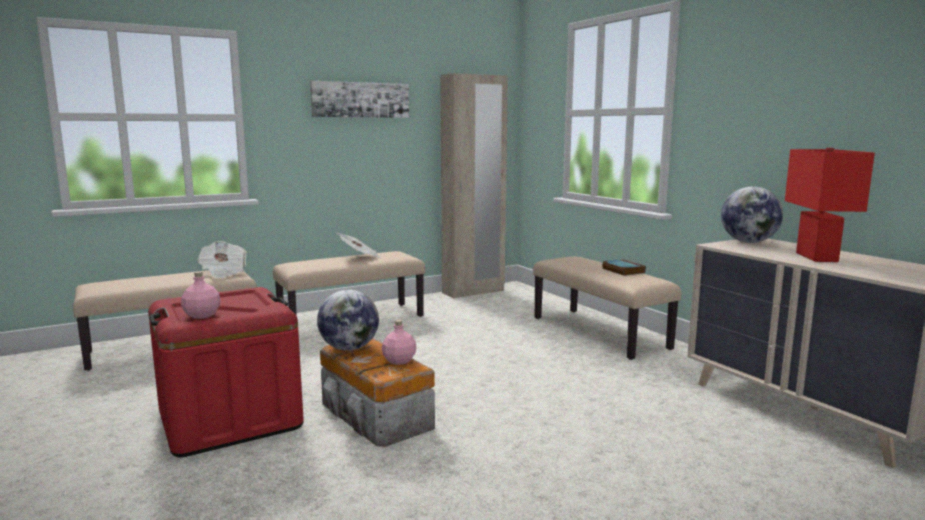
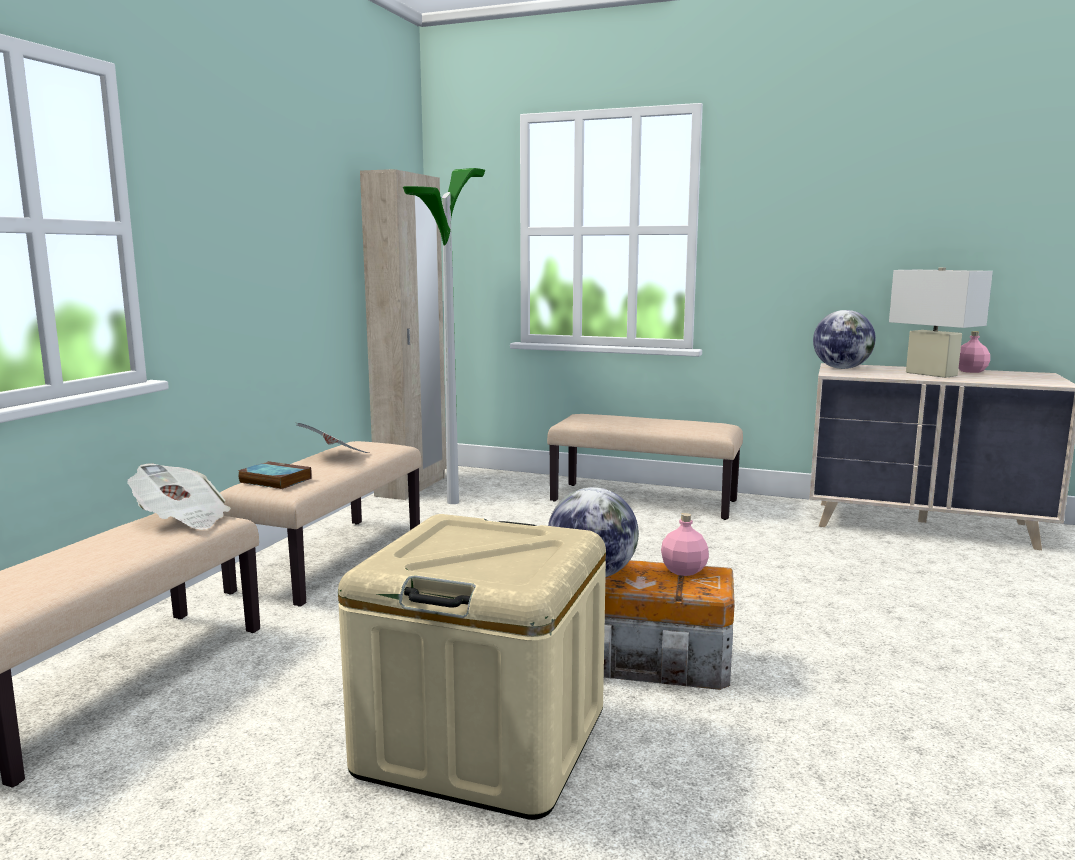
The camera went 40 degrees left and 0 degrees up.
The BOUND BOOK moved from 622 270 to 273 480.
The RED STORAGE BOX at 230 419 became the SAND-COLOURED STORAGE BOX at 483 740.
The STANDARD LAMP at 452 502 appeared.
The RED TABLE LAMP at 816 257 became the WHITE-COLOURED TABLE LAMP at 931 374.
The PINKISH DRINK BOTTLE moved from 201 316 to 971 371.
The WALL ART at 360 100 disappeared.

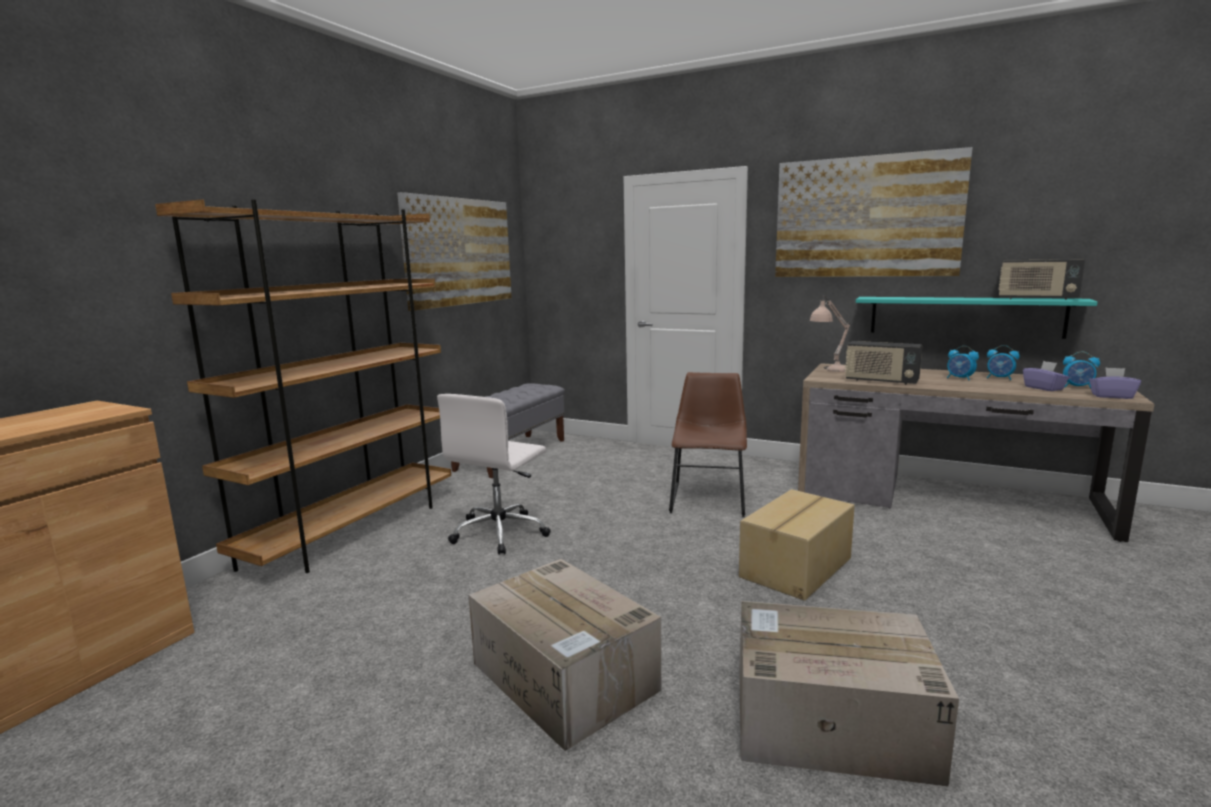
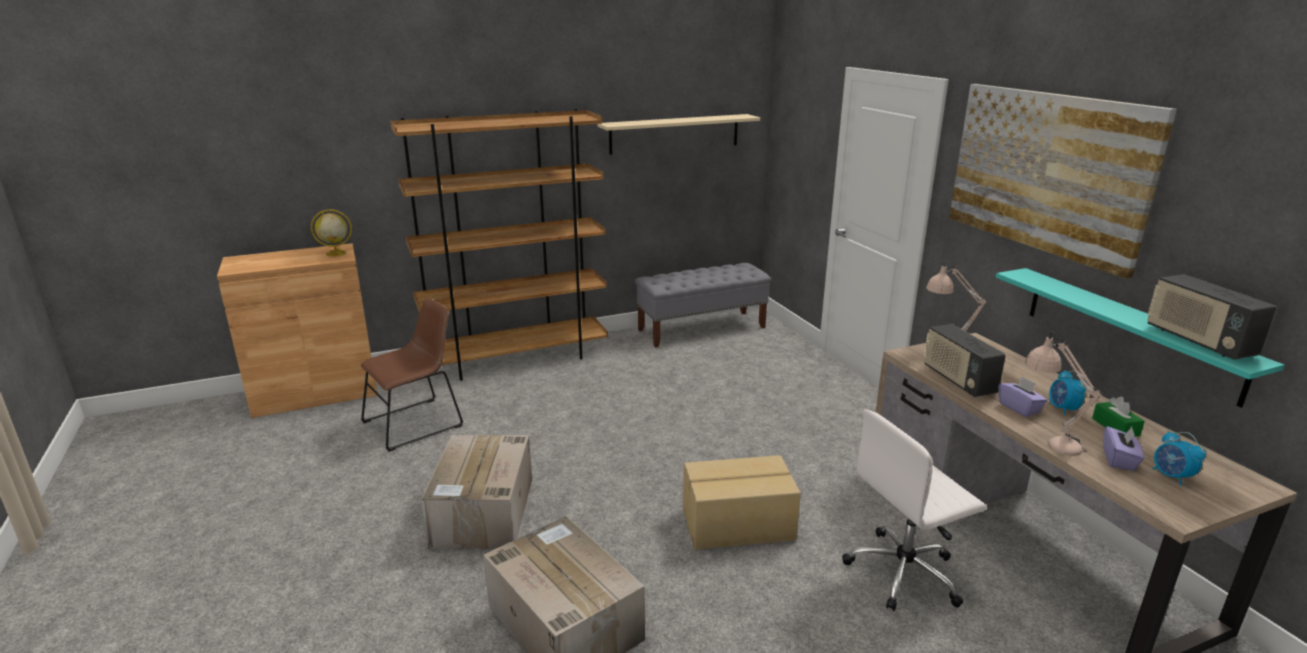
The camera went 40 degrees right and 10 degrees up.
The WORLD GLOBE at 335 253 appeared.
The BROWNISH PLAIN CHAIR moved from 708 498 to 417 423.
The WALL ART at 459 252 was replaced by the SAND-COLOURED BRACKET SHELF at 675 134.
The WHITE-COLOURED DESK CHAIR moved from 500 532 to 904 572.
The PURPLISH BOX OF TISSUES moved from 1111 396 to 1019 408.
The SAND-COLOURED TABLE LAMP at 1047 440 appeared.
The TABLE CLOCK at 1000 378 was replaced by the GREEN-COLOURED BOX OF TISSUES at 1115 427.

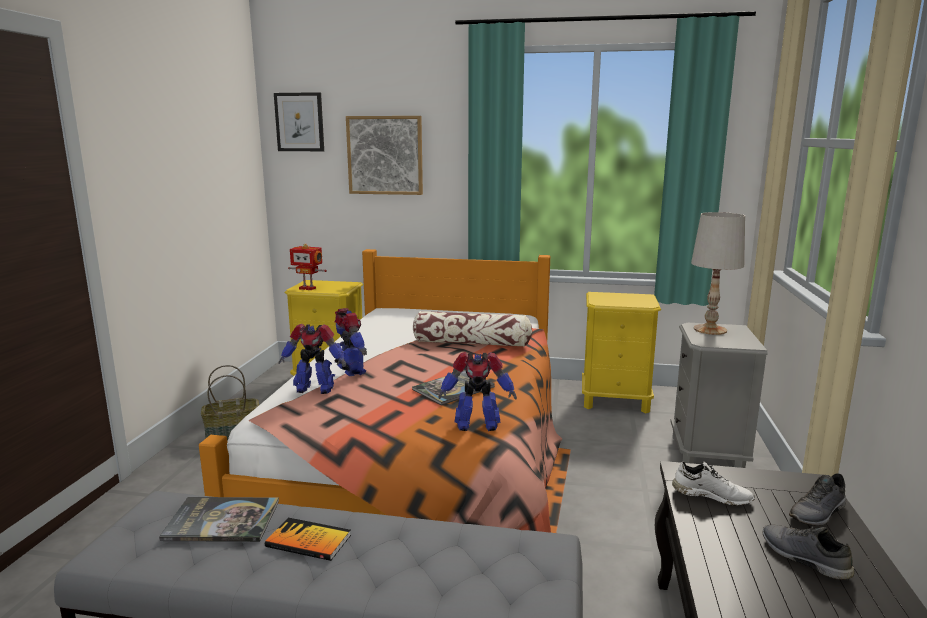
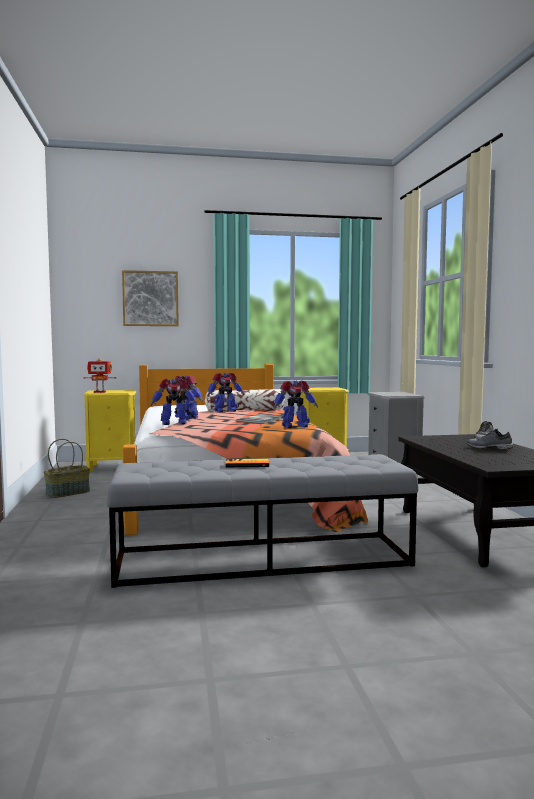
The camera went 20 degrees left and 10 degrees down.
The TOY ROBOT at 224 411 appeared.
The BOUND BOOK at 222 521 disappeared.
The WALL ART at 299 122 disappeared.
The WHITE-COLOURED LOW SHOE at 712 495 disappeared.
The WHITE-COLOURED TABLE LAMP at 710 329 disappeared.

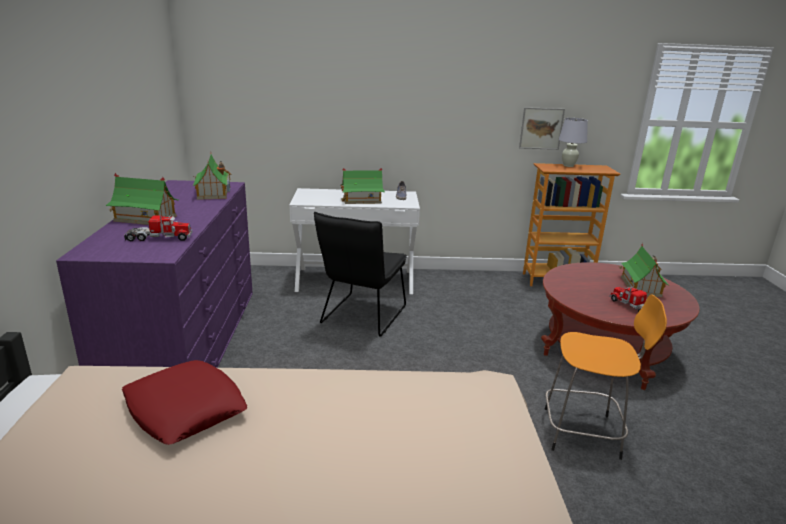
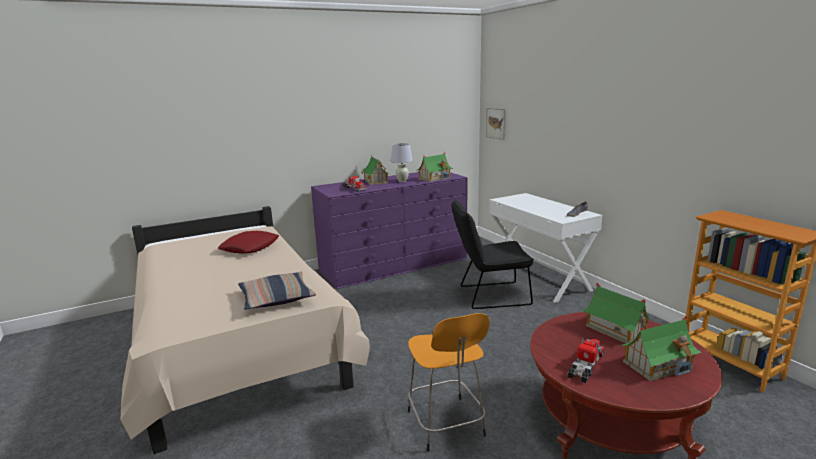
The camera went 65 degrees right and 5 degrees down.
The CUSHION at 276 298 appeared.
The WHITE-COLOURED TABLE LAMP moved from 568 165 to 402 181.
The WALL ART moved from 541 128 to 496 123.
The MINIATURE HOUSE moved from 361 200 to 615 329.

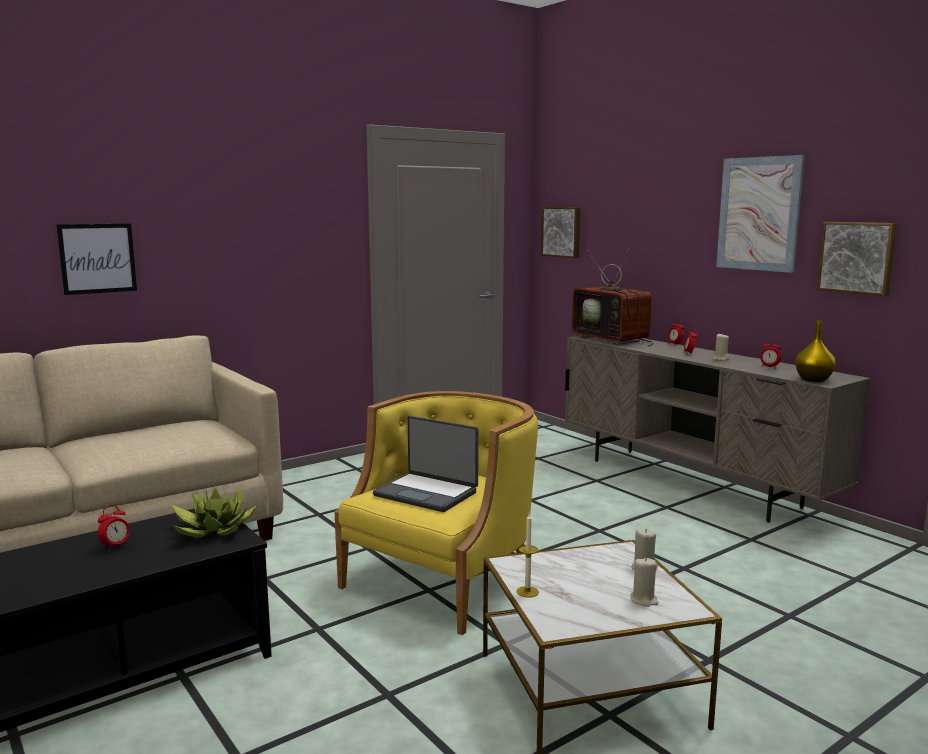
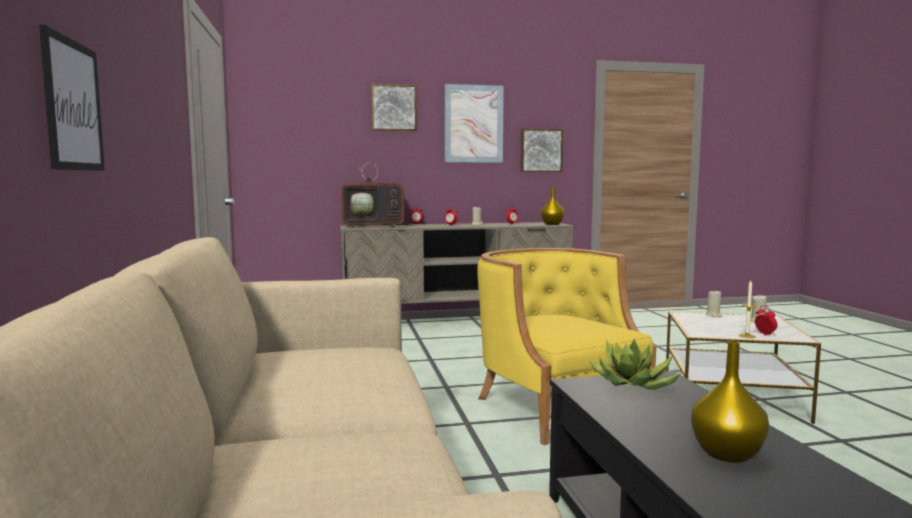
The camera went 65 degrees left and 5 degrees down.
The WALL ART moved from 562 232 to 393 108.
The YELLOWISH FLOWER VASE at 728 454 appeared.
The TABLE CLOCK moved from 116 546 to 765 335.
The NOTEBOOK COMPUTER at 427 493 disappeared.

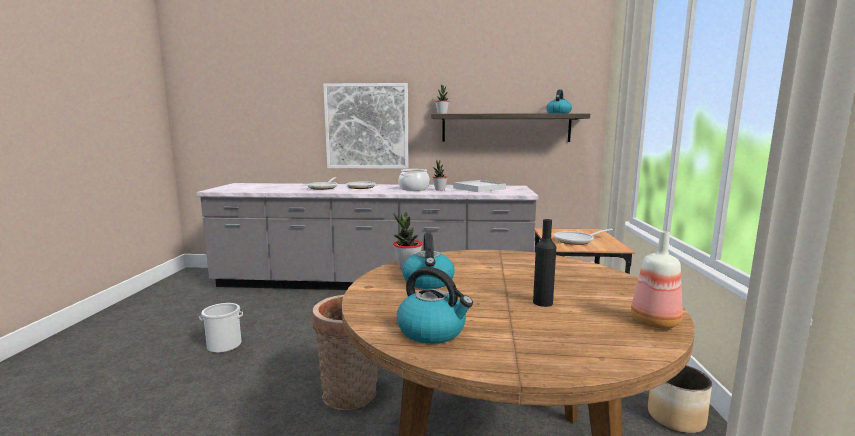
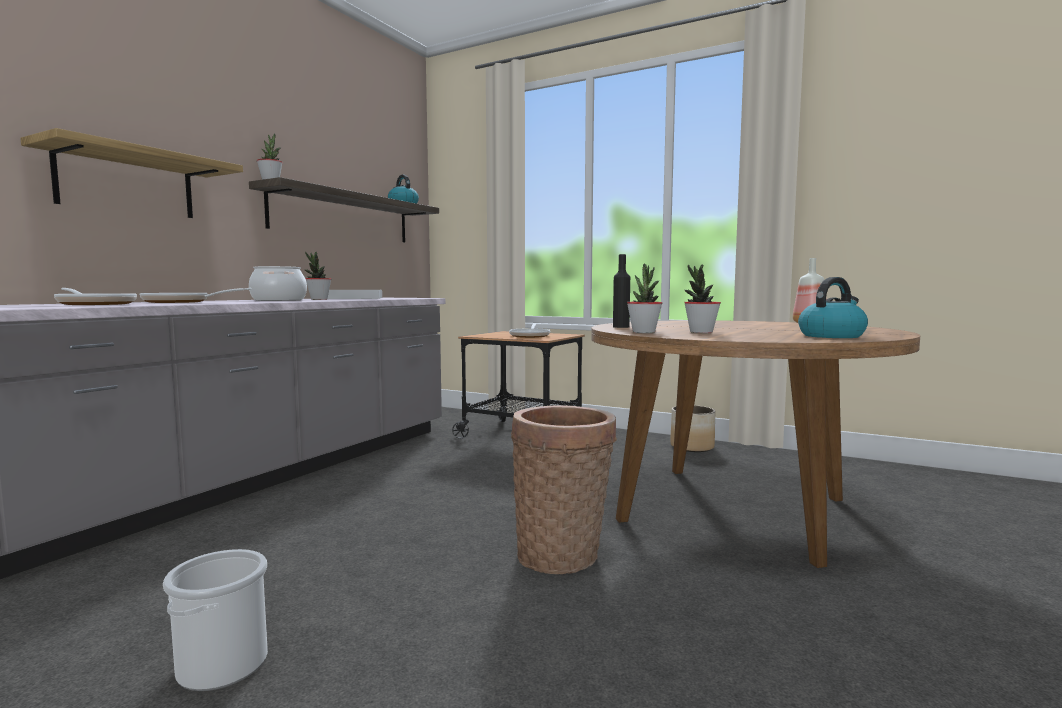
The camera went 65 degrees left and 5 degrees down.
The WALL ART at 367 126 was replaced by the BRACKET SHELF at 127 184.
The BLACK-COLOURED DRINK BOTTLE moved from 542 302 to 621 327.
The WATER KETTLE at 428 282 was replaced by the PLANT IN A POT at 701 332.

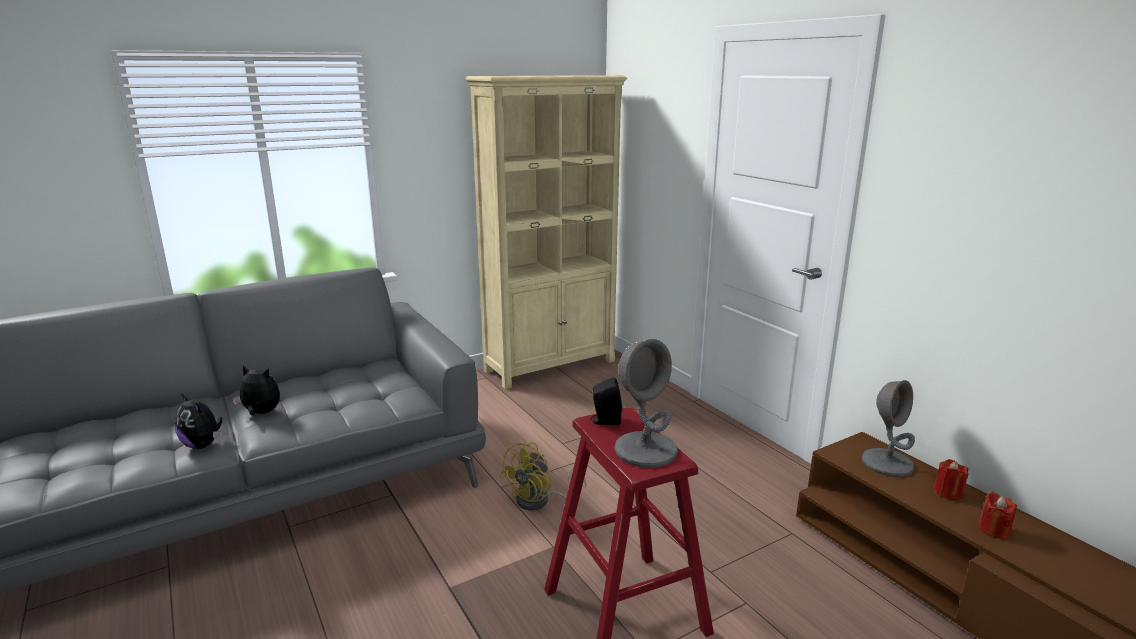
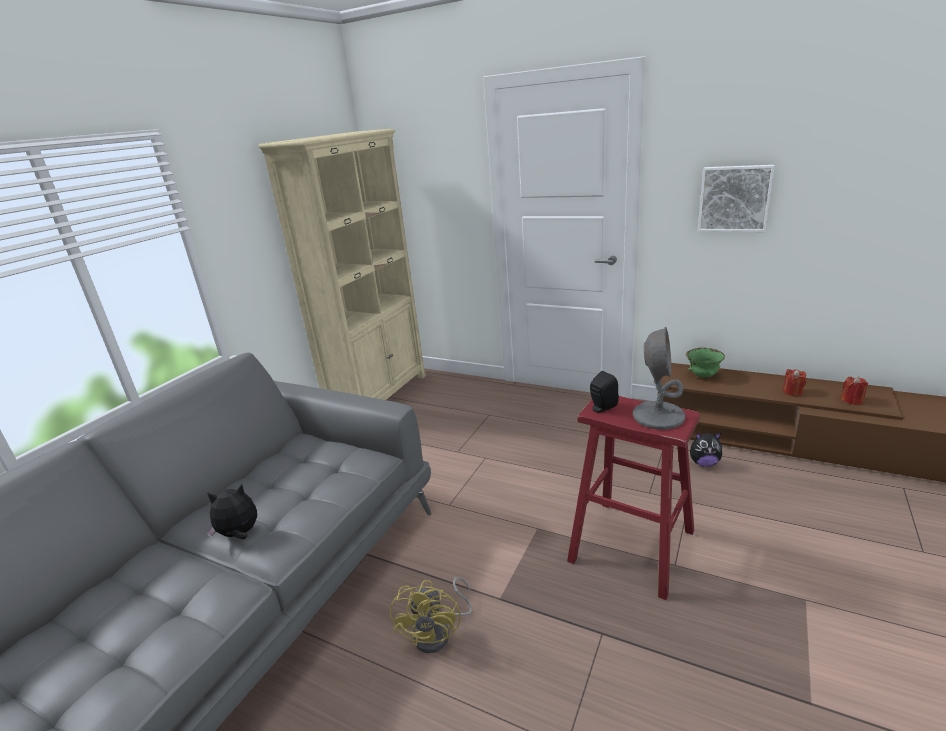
The camera went 30 degrees left and 5 degrees up.
The YELLOWISH ELECTRIC FAN moved from 540 501 to 439 632.
The GREY TABLE LAMP at 887 463 was replaced by the GREEN-COLOURED SERVING BOWL at 703 376.
The PLUSH TOY moved from 203 445 to 704 463.
The WALL ART at 734 198 appeared.
The RED WAX LIGHT moved from 947 493 to 851 400.

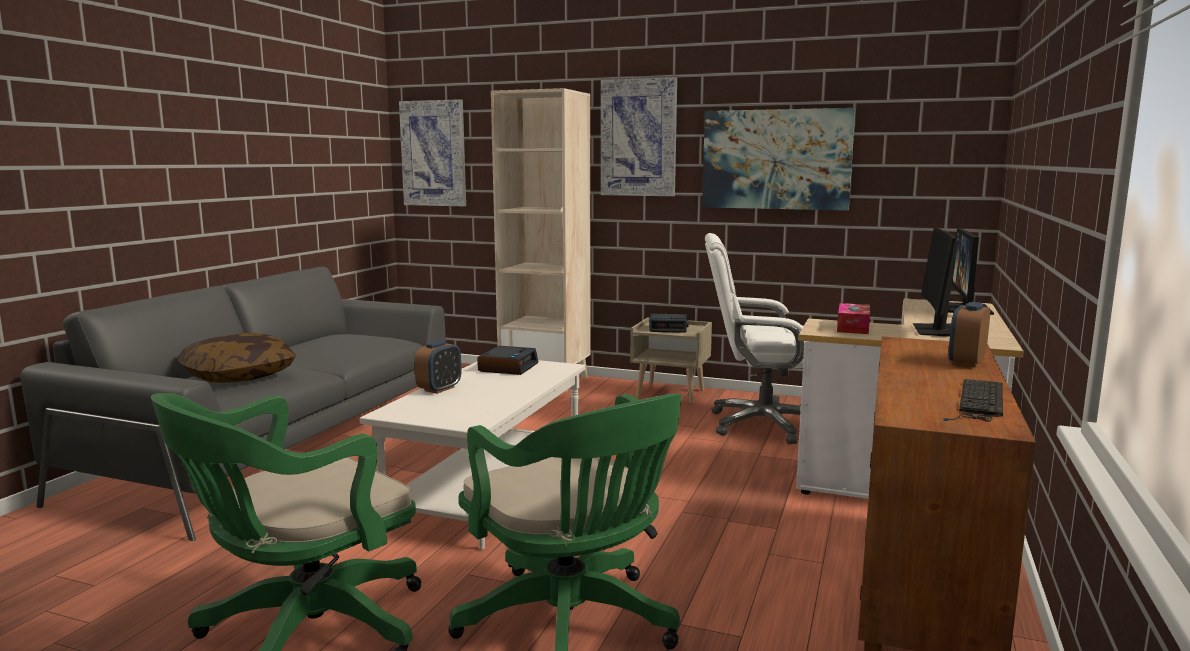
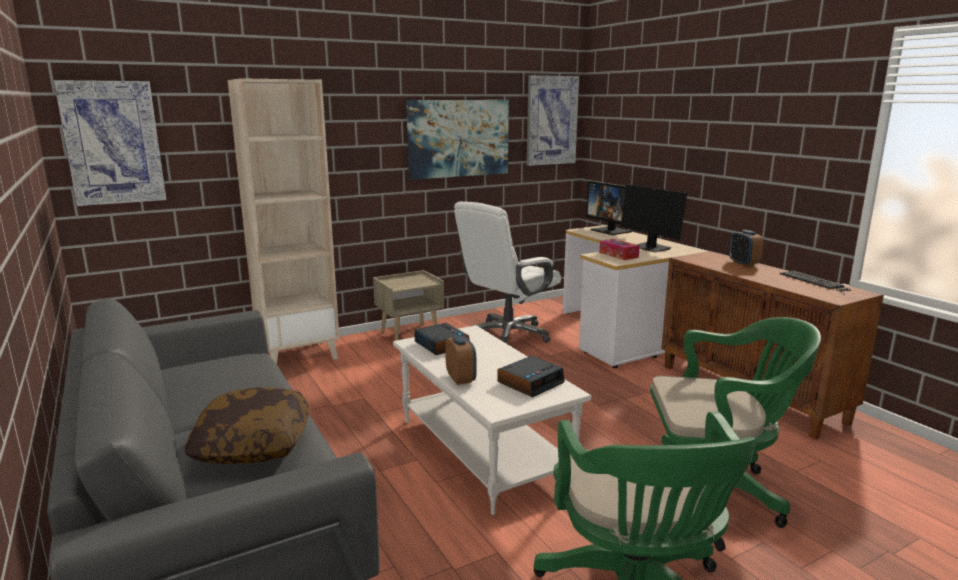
The camera went 50 degrees left and 5 degrees up.
The TABLE CLOCK moved from 668 328 to 530 382.
The WALL ART moved from 638 138 to 551 120.

